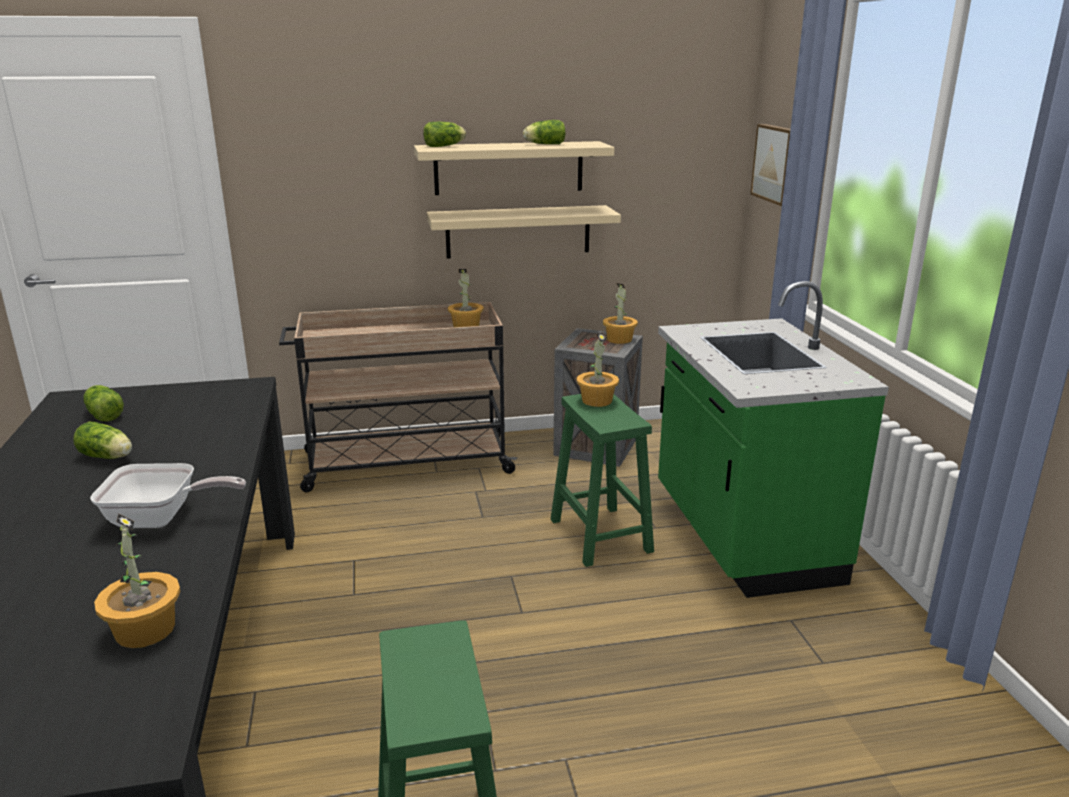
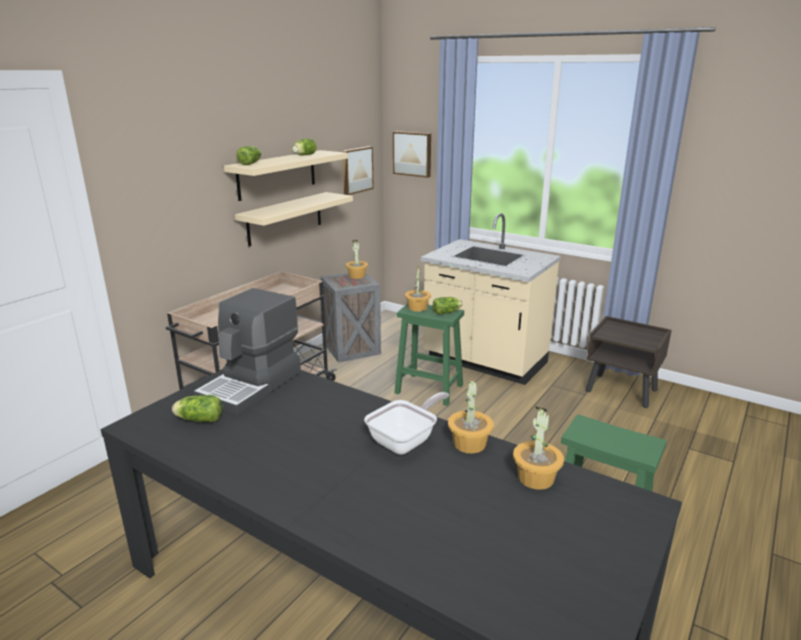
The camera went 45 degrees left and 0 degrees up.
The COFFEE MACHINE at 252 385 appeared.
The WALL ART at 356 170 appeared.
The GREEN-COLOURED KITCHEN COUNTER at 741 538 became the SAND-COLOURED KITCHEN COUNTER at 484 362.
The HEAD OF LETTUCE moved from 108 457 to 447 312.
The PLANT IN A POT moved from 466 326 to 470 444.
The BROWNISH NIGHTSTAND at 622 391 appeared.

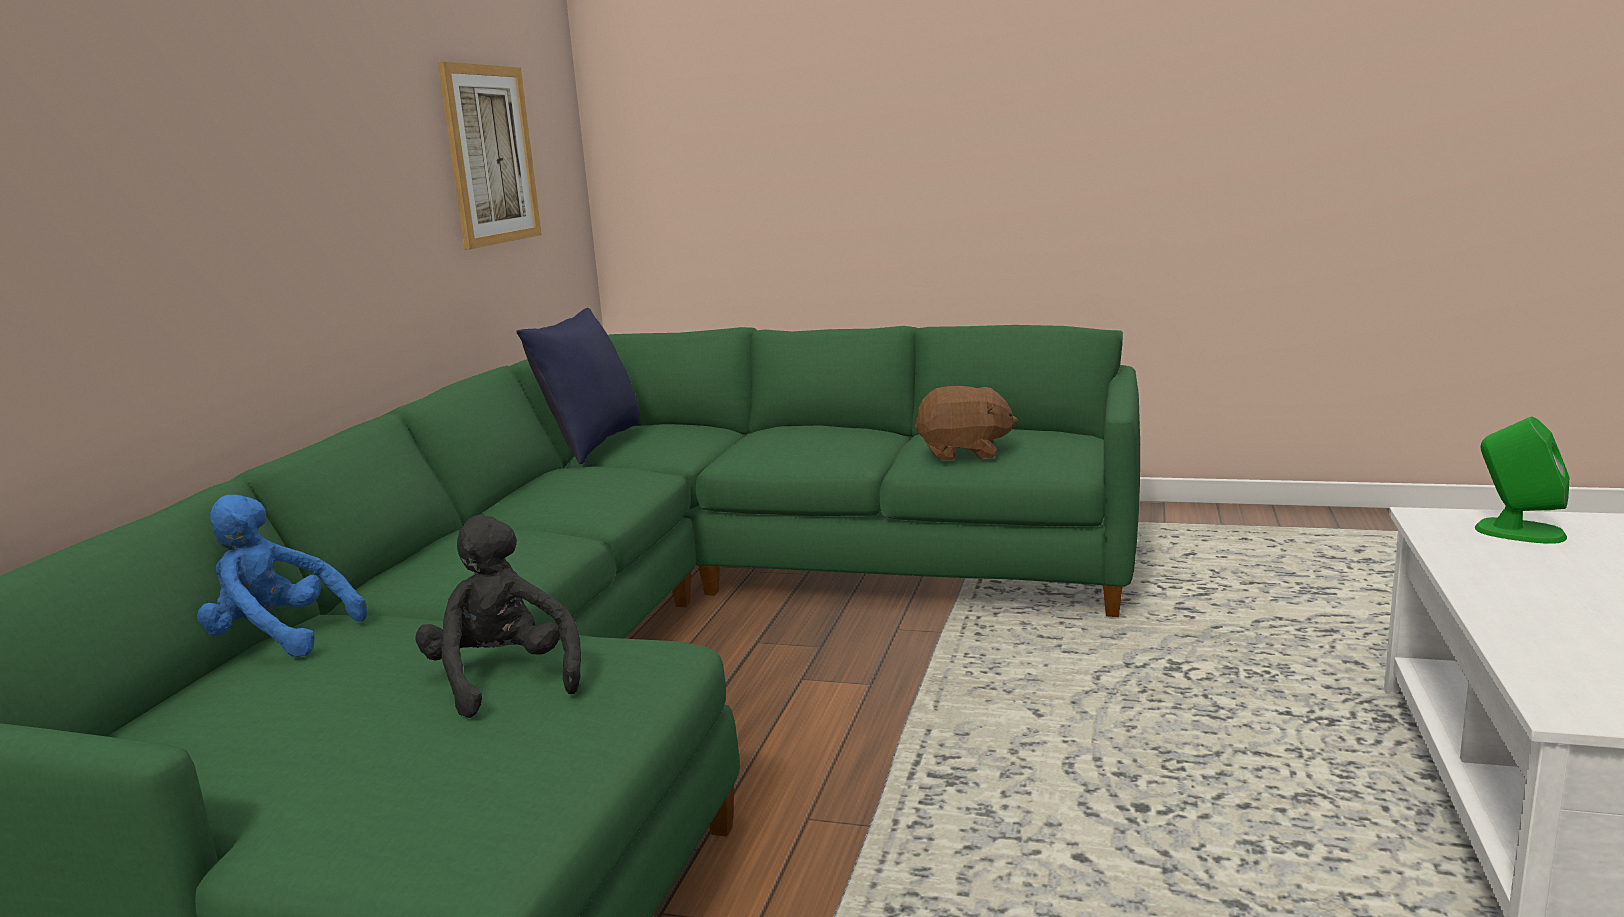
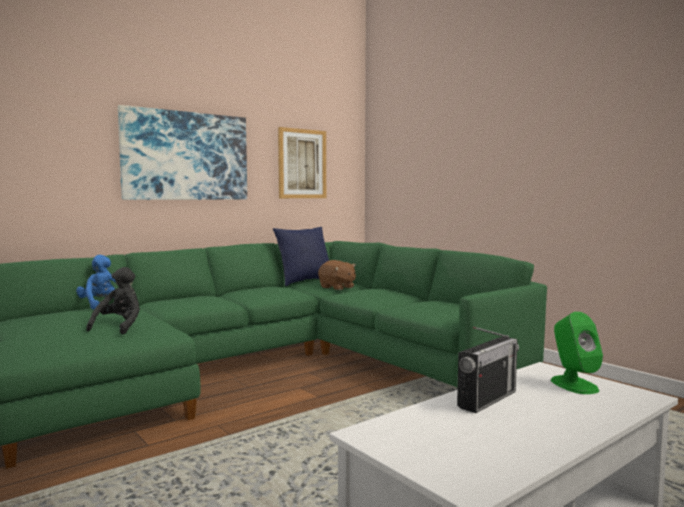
The camera went 35 degrees right and 10 degrees down.
The WALL ART at 186 156 appeared.
The BROWNISH PLUSH TOY moved from 964 452 to 337 287.
The RADIO SET at 487 399 appeared.

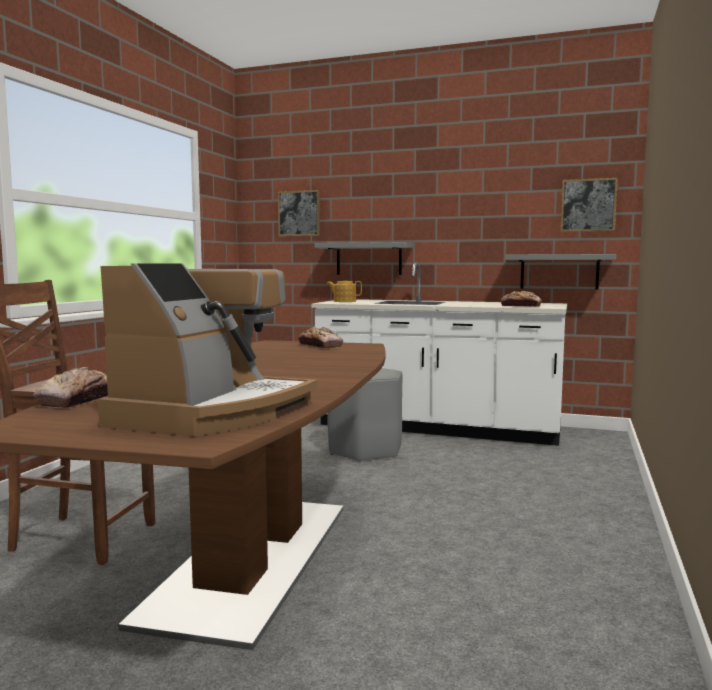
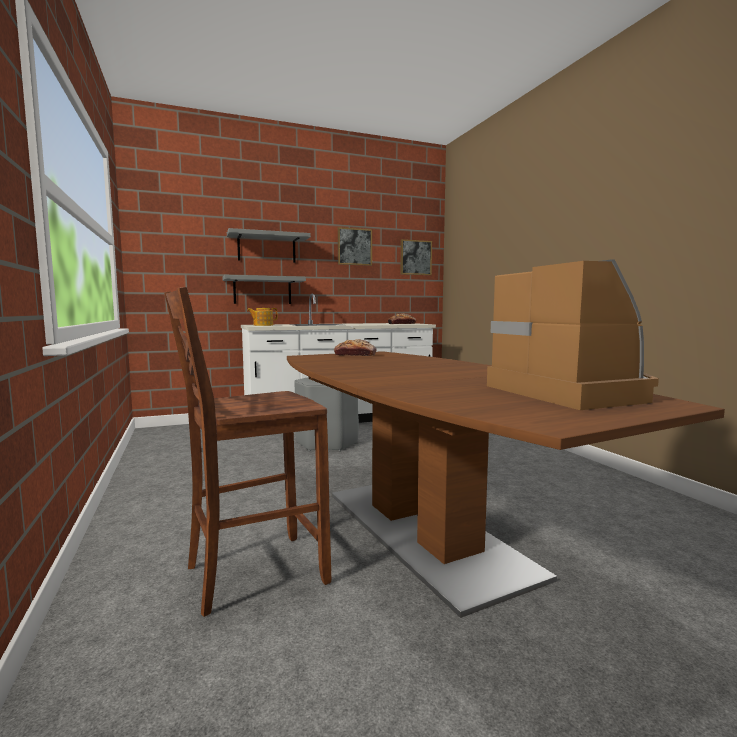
The camera went 40 degrees left and 0 degrees up.
The GREY BRACKET SHELF moved from 559 271 to 266 248.
The WALL ART moved from 299 213 to 354 246.
The BAKERY BREAD at 78 400 disappeared.

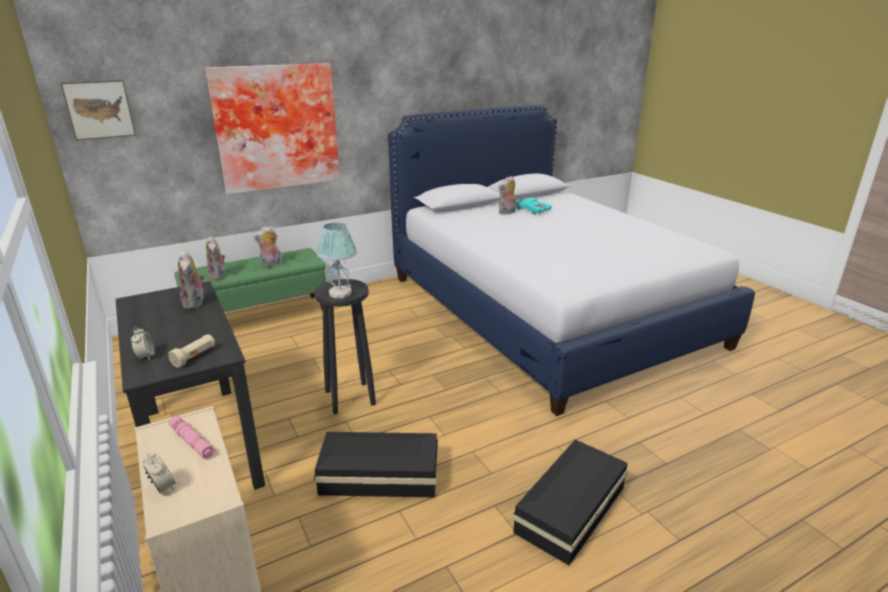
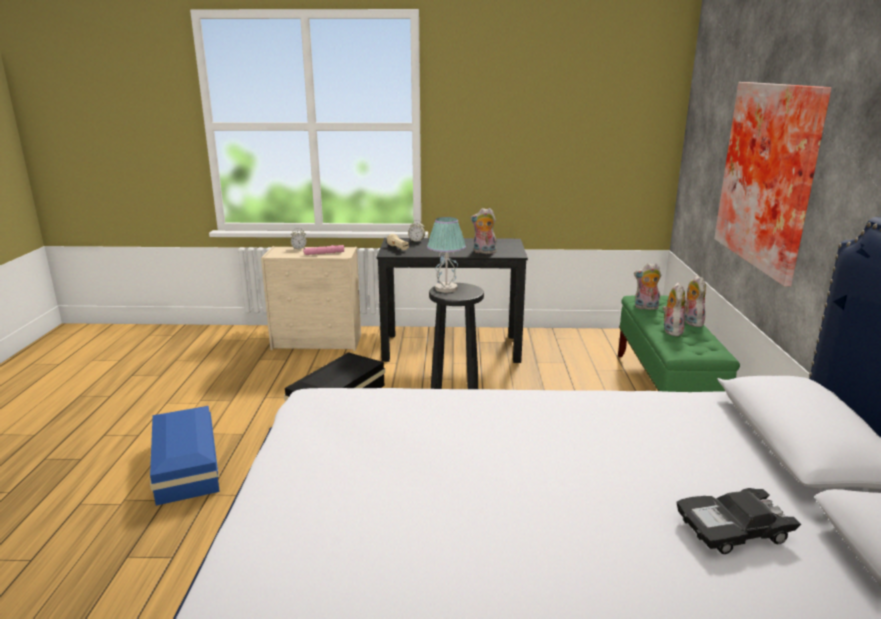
The camera went 120 degrees right and 5 degrees down.
The BLACK-COLOURED STORAGE BOX at 568 510 became the BLUISH STORAGE BOX at 188 464.
The TURQUOISE-COLOURED MODEL CAR at 532 210 became the BLACK-COLOURED MODEL CAR at 733 529.
The PLUSH TOY moved from 507 213 to 691 322.
The WALL ART at 99 109 disappeared.

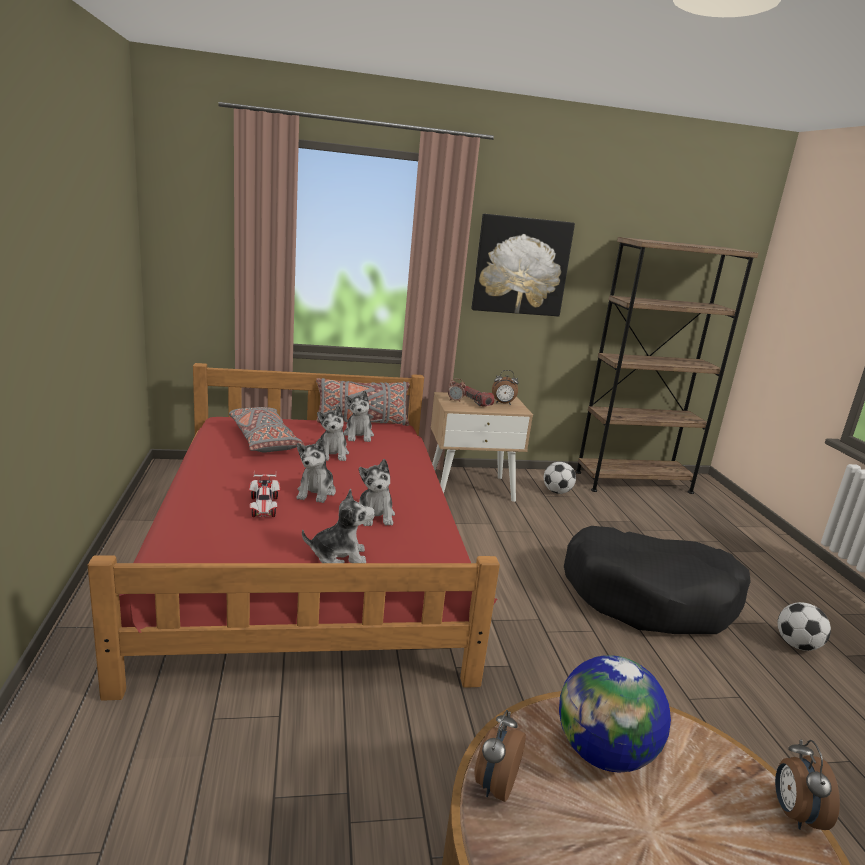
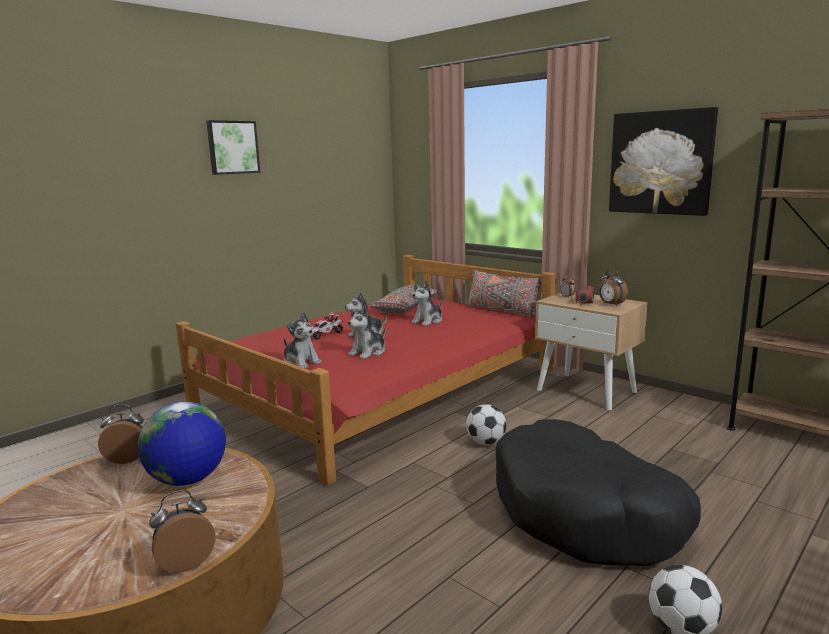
The camera went 55 degrees right and 5 degrees down.
The WALL ART at 232 147 appeared.
The FOOTBALL BALL moved from 557 492 to 486 442.
The PLUSH TOY at 358 435 disappeared.

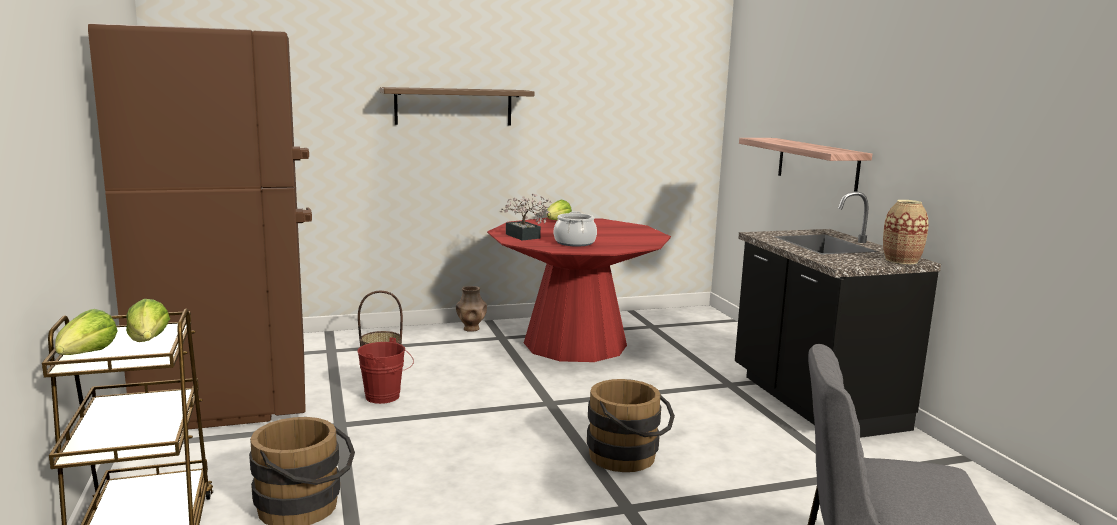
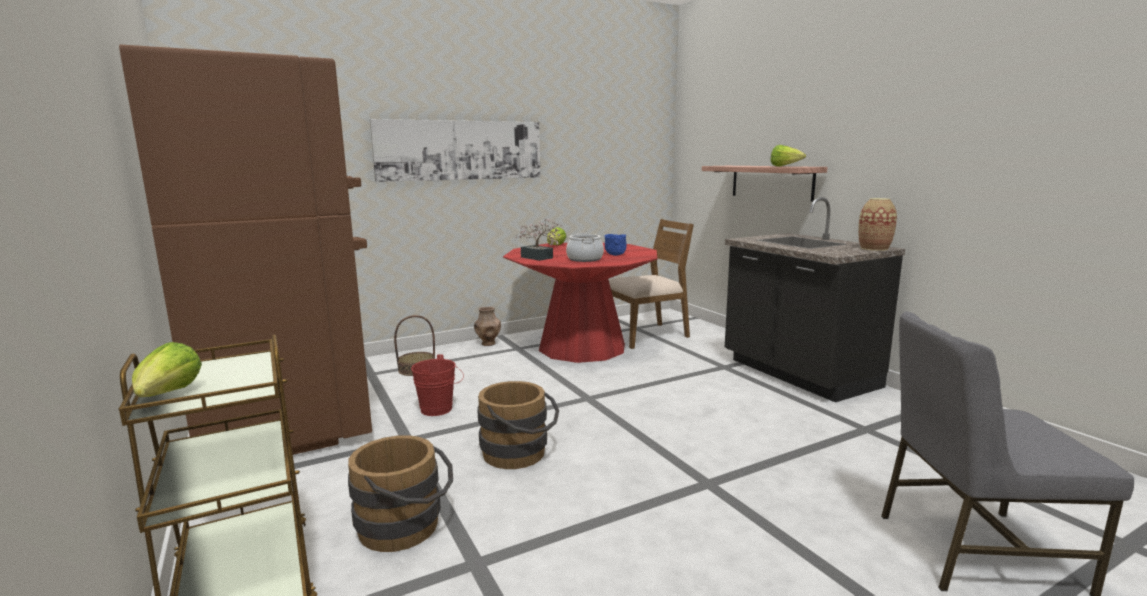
The camera went 10 degrees left and 0 degrees up.
The BRACKET SHELF at 453 106 was replaced by the WALL ART at 460 150.
The BROWNISH BUCKET moved from 628 458 to 520 454.
The BLUISH SERVING BOWL at 615 255 appeared.
The BROWNISH PLAIN CHAIR at 646 335 appeared.
The HEAD OF LETTUCE moved from 148 342 to 785 166.

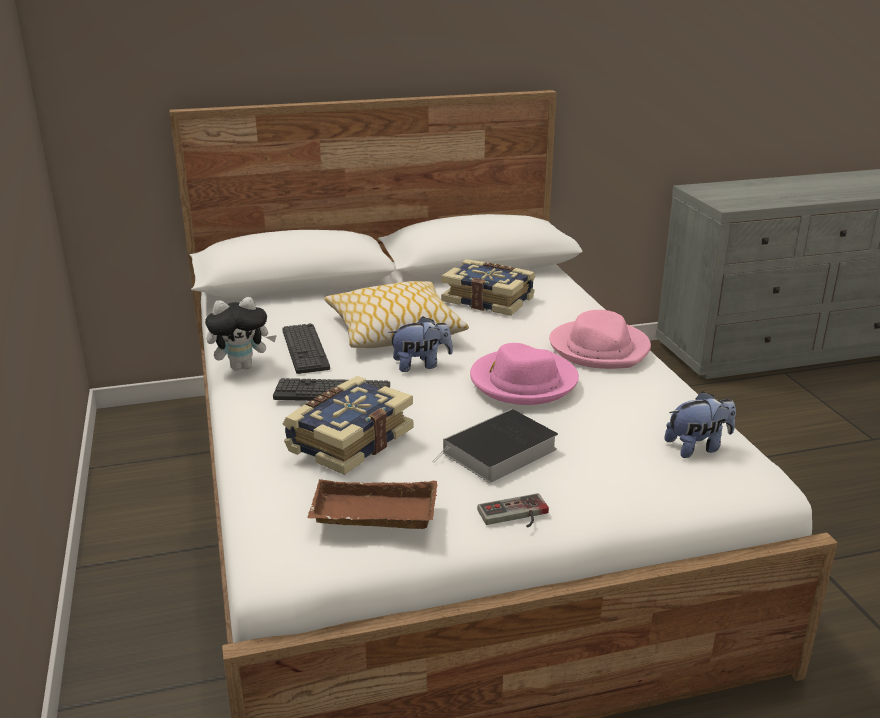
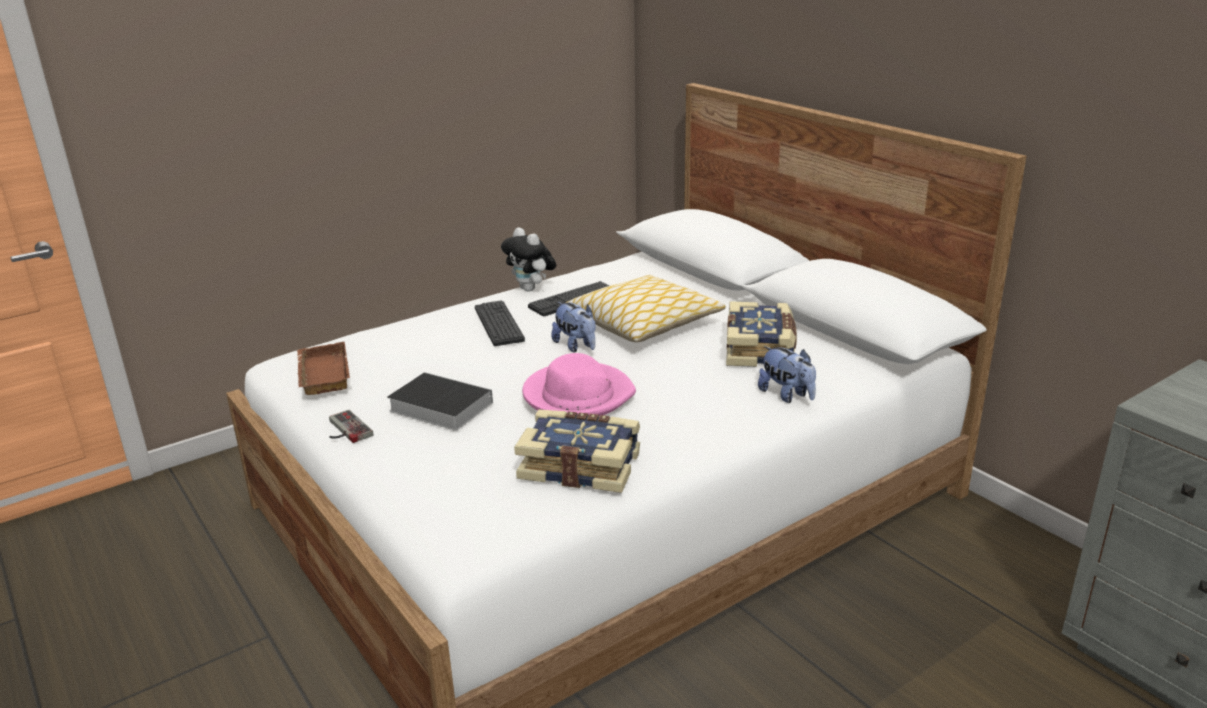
The camera went 70 degrees right and 0 degrees up.
The BOUND BOOK moved from 348 440 to 580 465.
The PLUSH TOY moved from 698 447 to 787 395.
The PINKISH HAT at 600 348 disappeared.

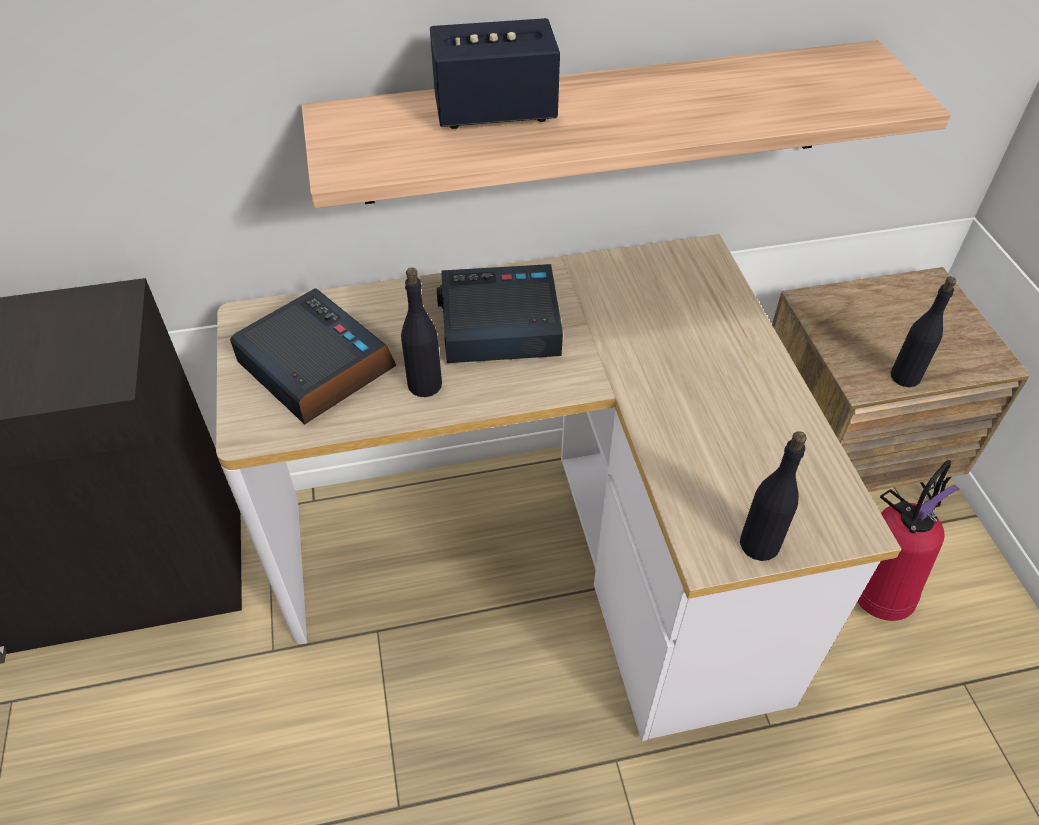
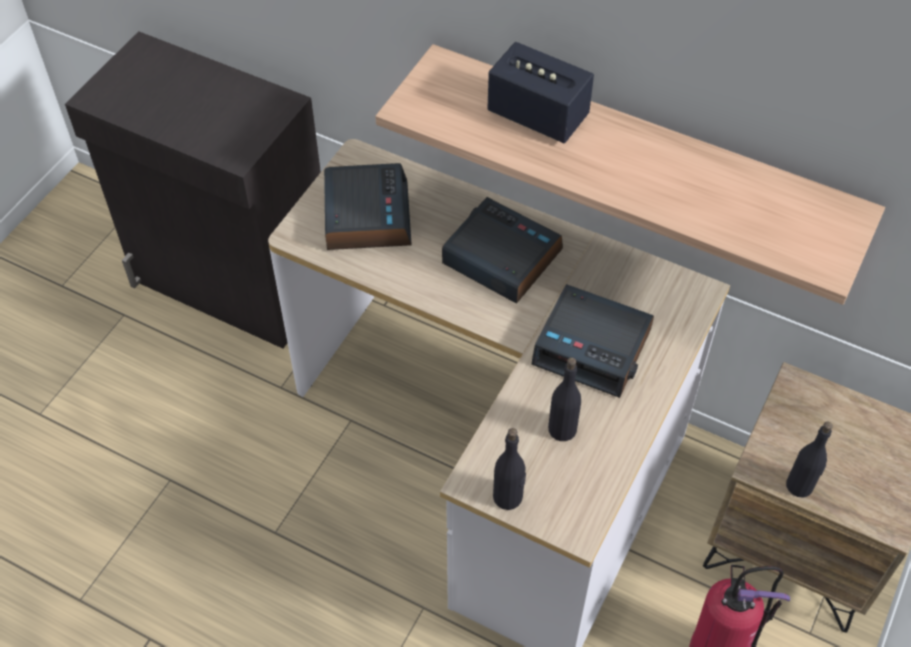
The camera went 40 degrees right and 5 degrees up.
The TABLE CLOCK at 593 347 appeared.
The BLACK-COLOURED DRINK BOTTLE moved from 424 384 to 562 429.

